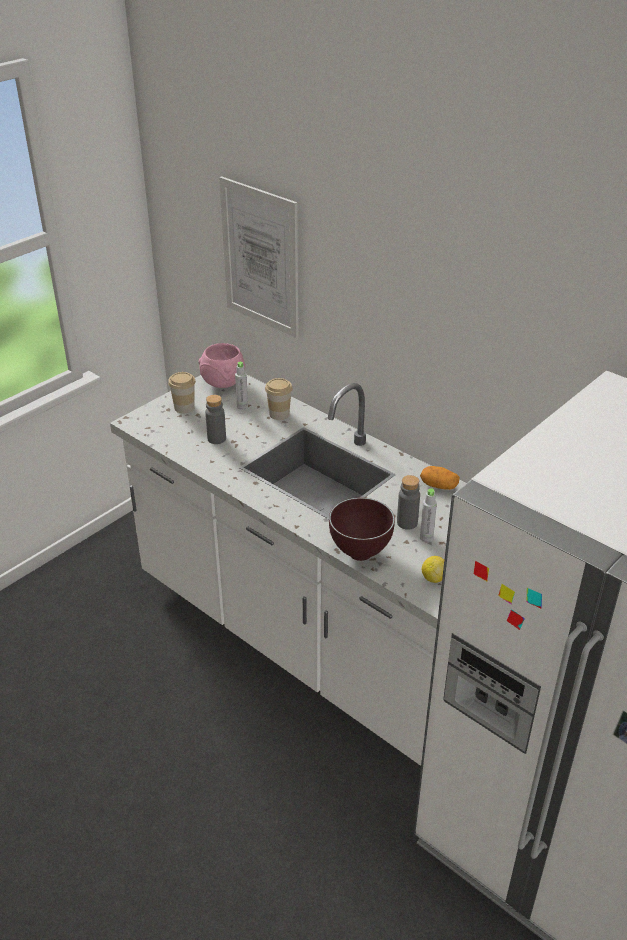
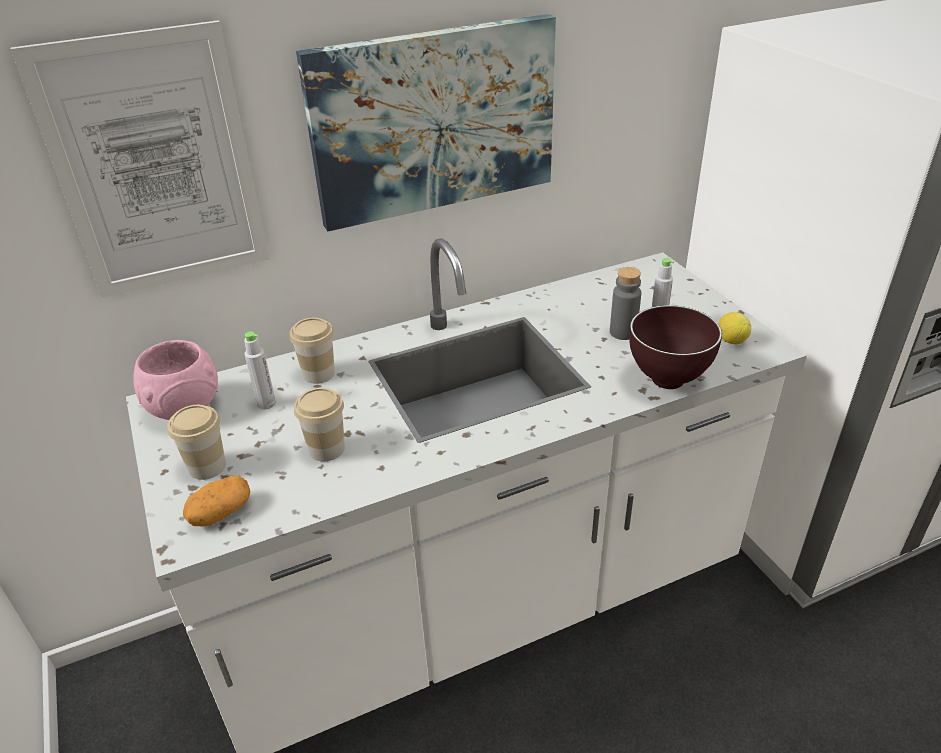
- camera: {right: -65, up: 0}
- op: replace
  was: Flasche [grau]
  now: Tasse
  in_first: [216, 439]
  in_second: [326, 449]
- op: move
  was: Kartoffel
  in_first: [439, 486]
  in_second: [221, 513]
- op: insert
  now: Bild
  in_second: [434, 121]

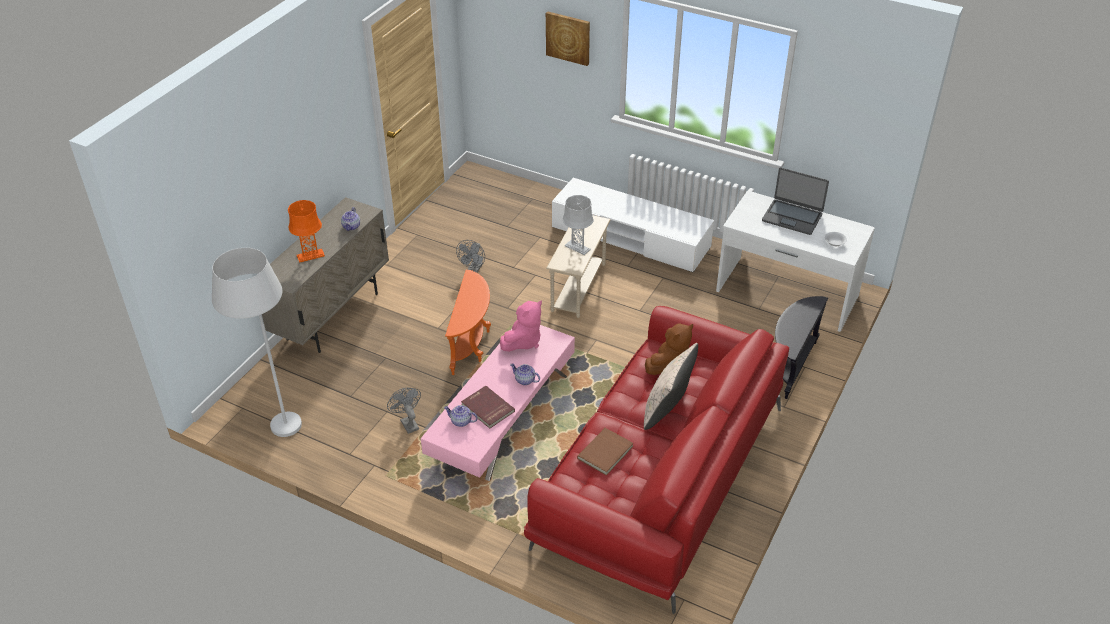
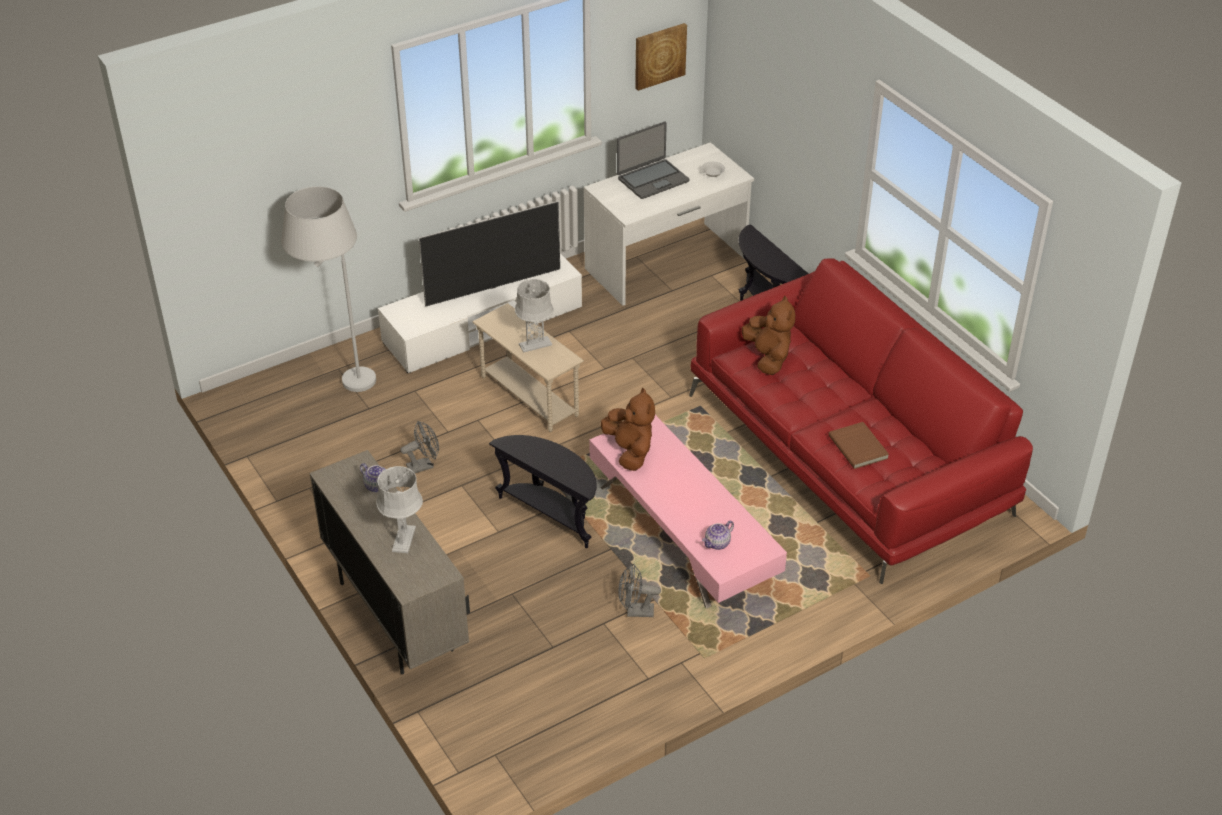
- camera: {right: -60, up: 0}
- op: move
  was: Stehlampe [weiß]
  in_first: [276, 416]
  in_second: [340, 383]
- op: recolor
  was: Tischlampe [orange]
  now: Tischlampe [grau]
  in_first: [311, 256]
  in_second: [403, 539]
- op: recolor
  was: Beistelltisch [orange]
  now: Beistelltisch [schwarz]
  in_first: [472, 345]
  in_second: [551, 514]
- op: rotate
  was: Ventilator [grau]
  in_first: [473, 270]
  in_second: [424, 465]
  clockwise: -75
- op: delete
  was: Buch [rot]
  in_first: [487, 409]
- op: recolor
  was: Plüschtier [rosa]
  now: Plüschtier [braun]
  in_first: [523, 341]
  in_second: [630, 451]
- op: delete
  was: Teekanne
  in_first: [524, 380]
- op: move
  was: Bild
  in_first: [568, 37]
  in_second: [659, 55]
- op: delete
  was: Kissen [beige]
  in_first: [667, 409]
- op: insert
  now: Fernseher
  in_second: [493, 287]

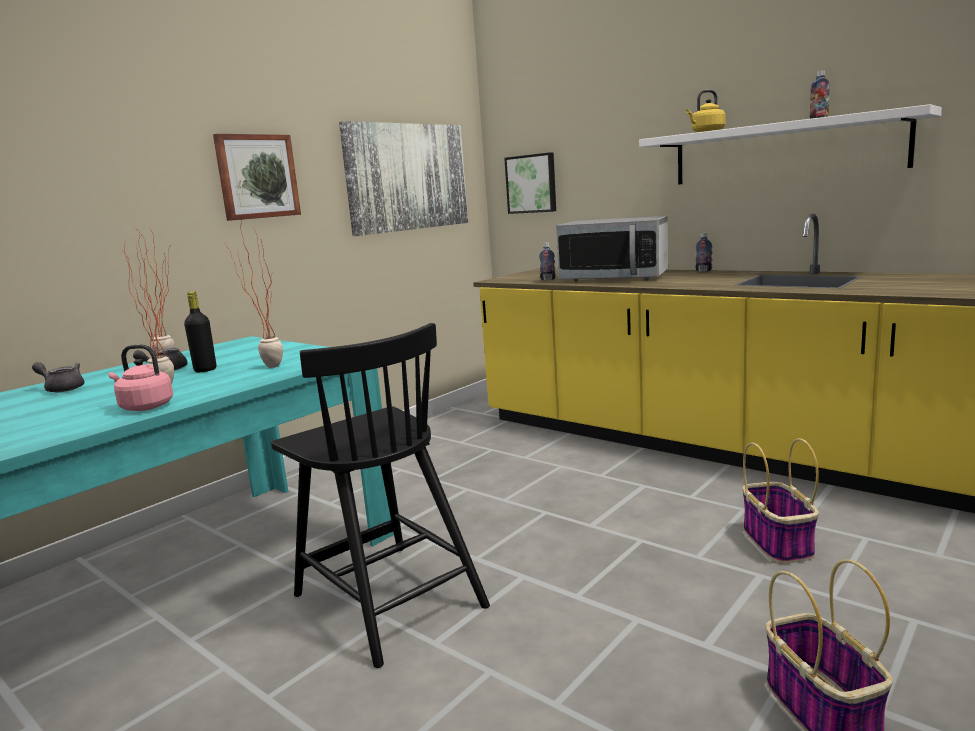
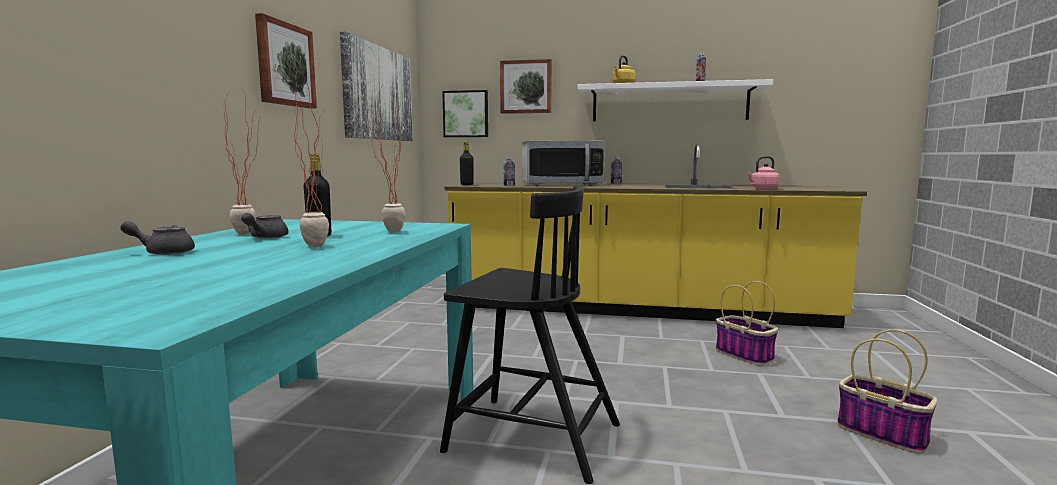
- camera: {right: -30, up: -5}
- op: move
  was: Wasserkessel [rosa]
  in_first: [144, 407]
  in_second: [762, 188]
- op: insert
  now: Flasche [schwarz]
  in_second: [466, 184]
- op: insert
  now: Bild
  in_second: [526, 87]

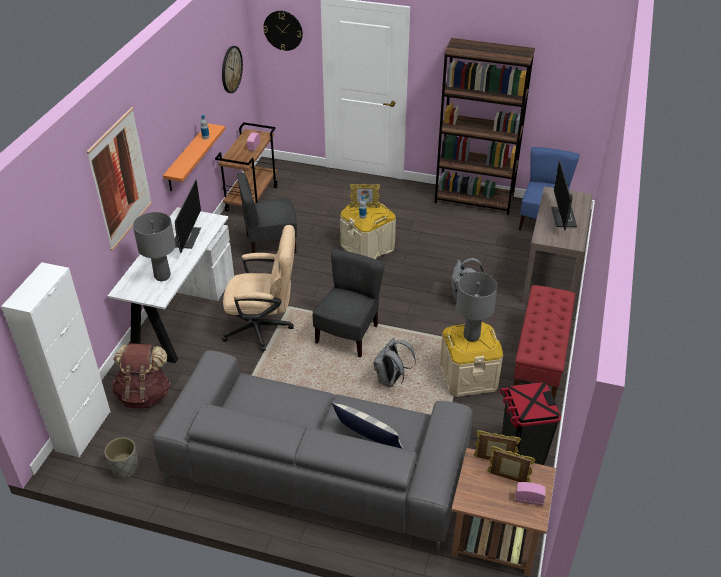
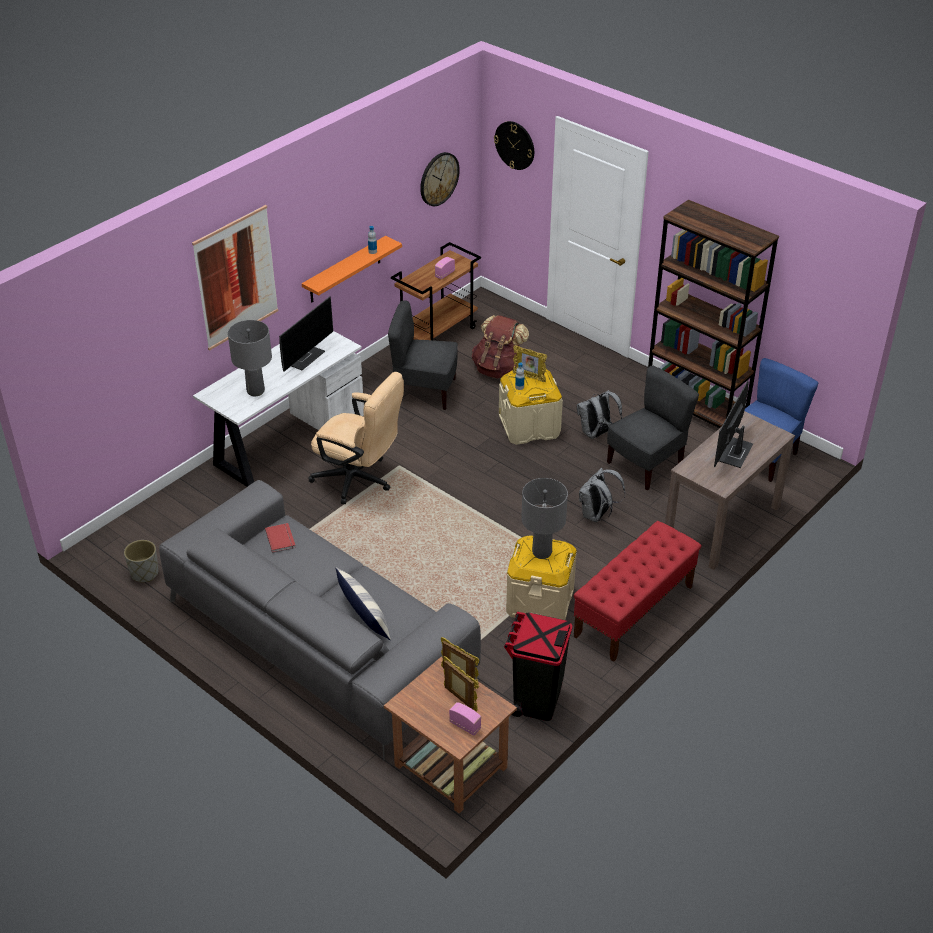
- camera: {right: 25, up: 0}
- op: delete
  was: Schrank [weiß]
  in_first: [83, 431]
- op: move
  was: Rucksack [braun]
  in_first: [144, 395]
  in_second: [499, 369]
- op: move
  was: Stuhl [grau]
  in_first: [348, 335]
  in_second: [646, 465]
- op: move
  was: Rucksack [grau]
  in_first: [391, 380]
  in_second: [596, 434]
- op: insert
  now: Buch [rot]
  in_second: [281, 538]

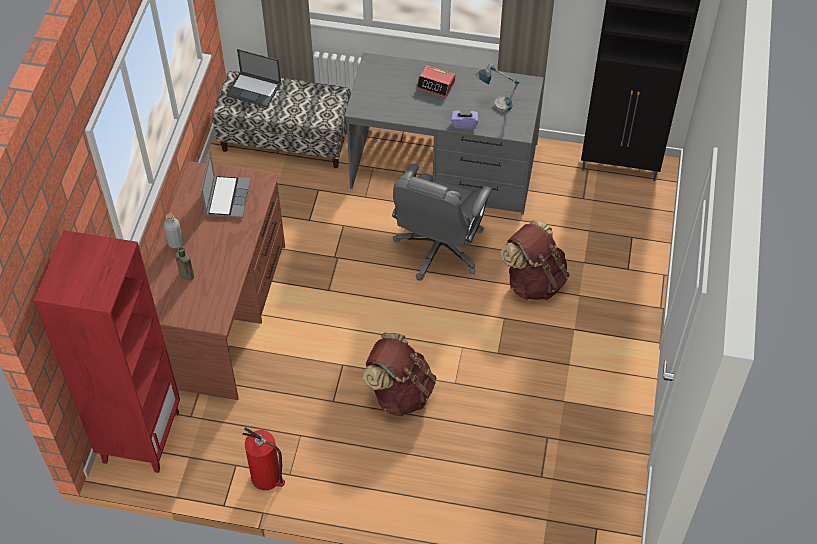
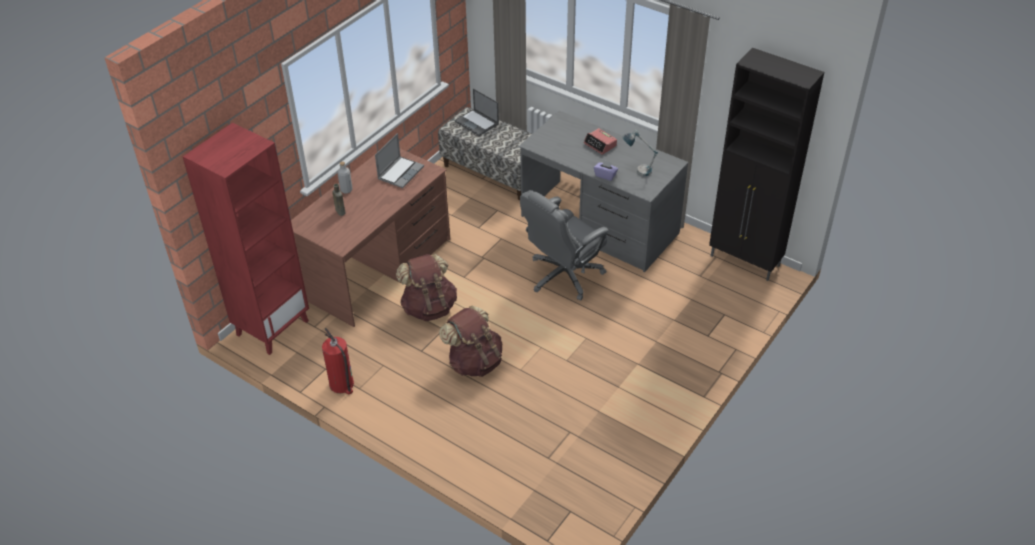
- camera: {right: 25, up: -10}
- op: move
  was: Rucksack [braun]
  in_first: [534, 281]
  in_second: [429, 307]

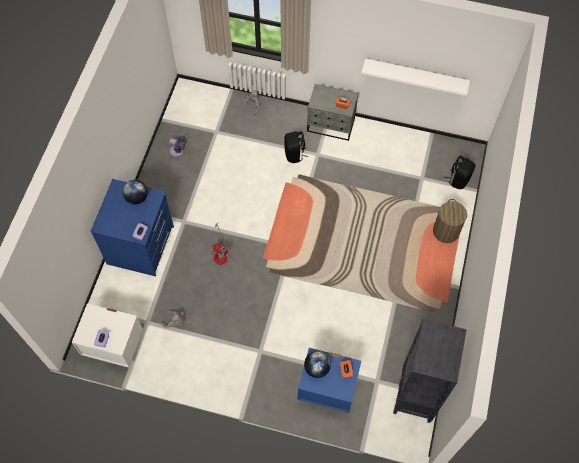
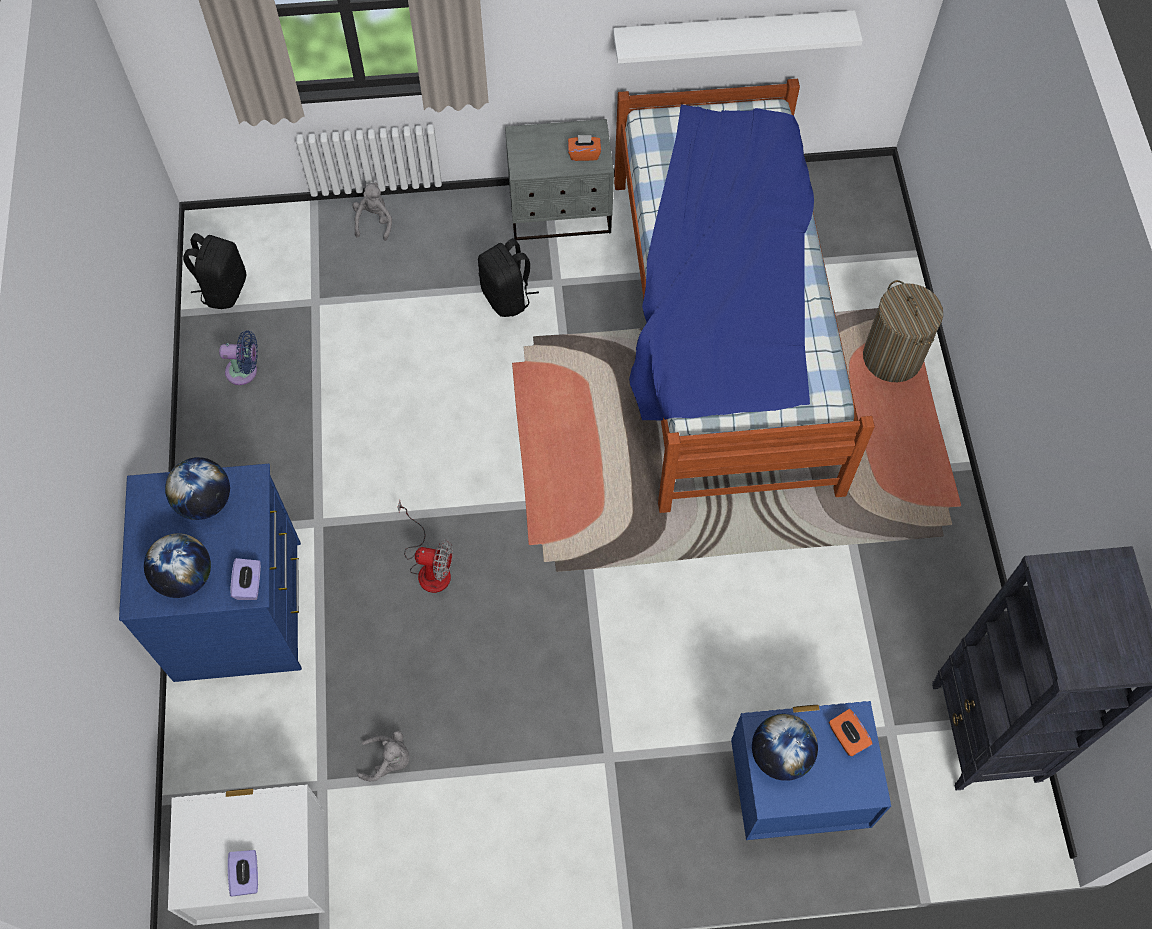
- camera: {right: -20, up: 0}
- op: move
  was: Rucksack [schwarz]
  in_first: [458, 179]
  in_second: [223, 289]
- op: insert
  now: Globus
  in_second: [185, 577]
- op: insert
  now: Bett
  in_second: [720, 330]

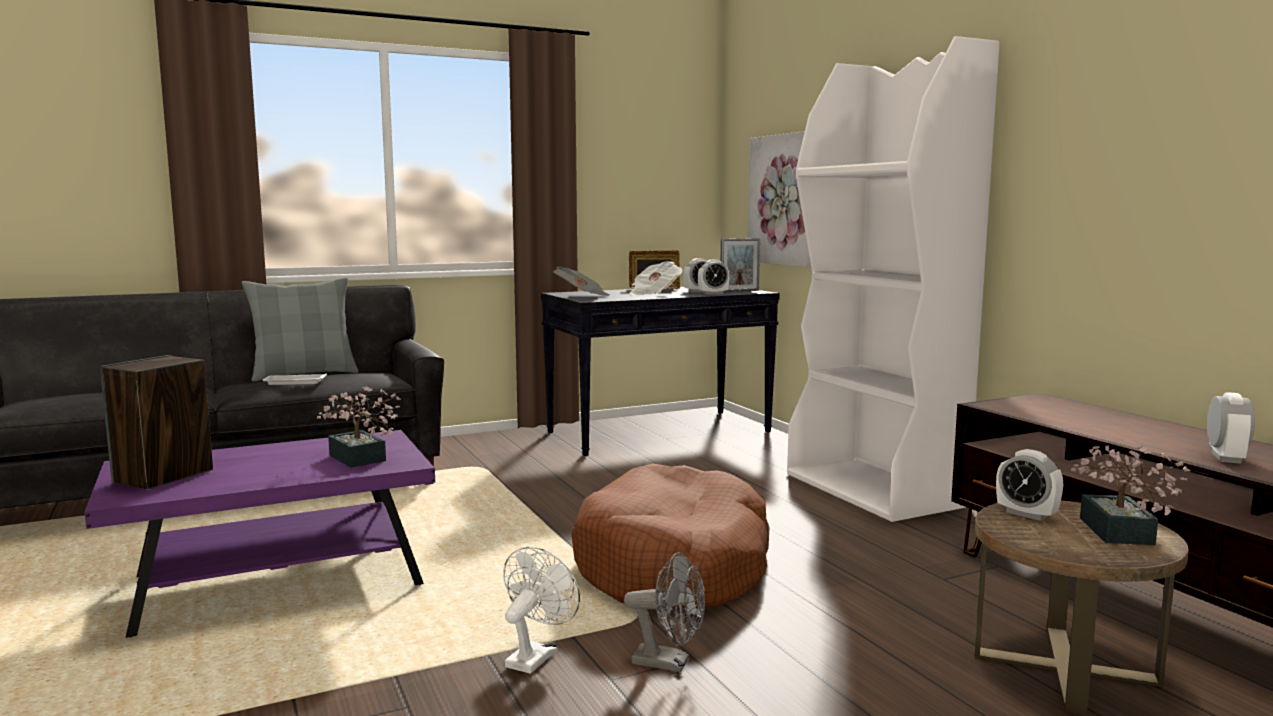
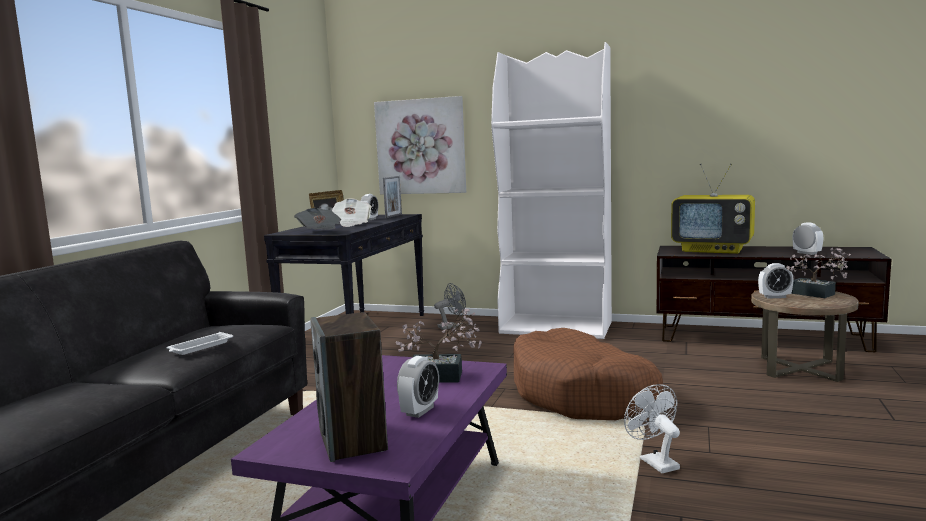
- camera: {right: -45, up: 0}
- op: delete
  was: Kissen [grau]
  in_first: [304, 374]
- op: move
  was: Ventilator [grau]
  in_first: [669, 663]
  in_second: [452, 326]
- op: move
  was: Wecker
  in_first: [713, 293]
  in_second: [420, 411]
- op: insert
  now: Fernseher
  in_second: [713, 250]

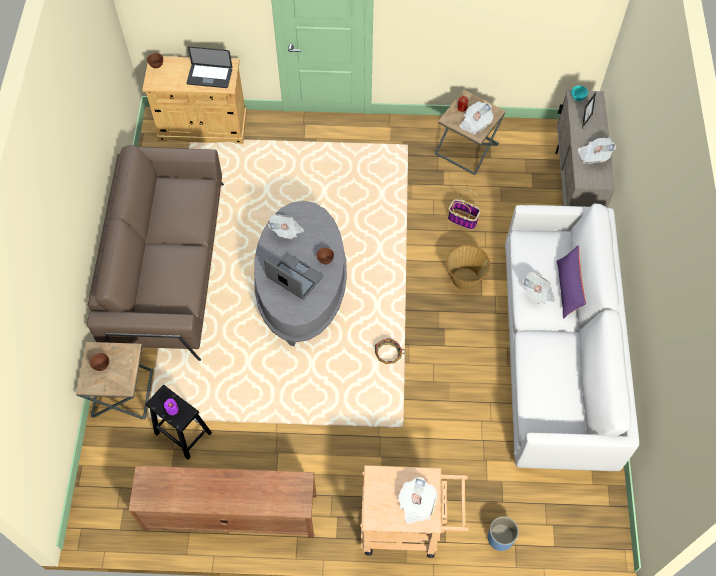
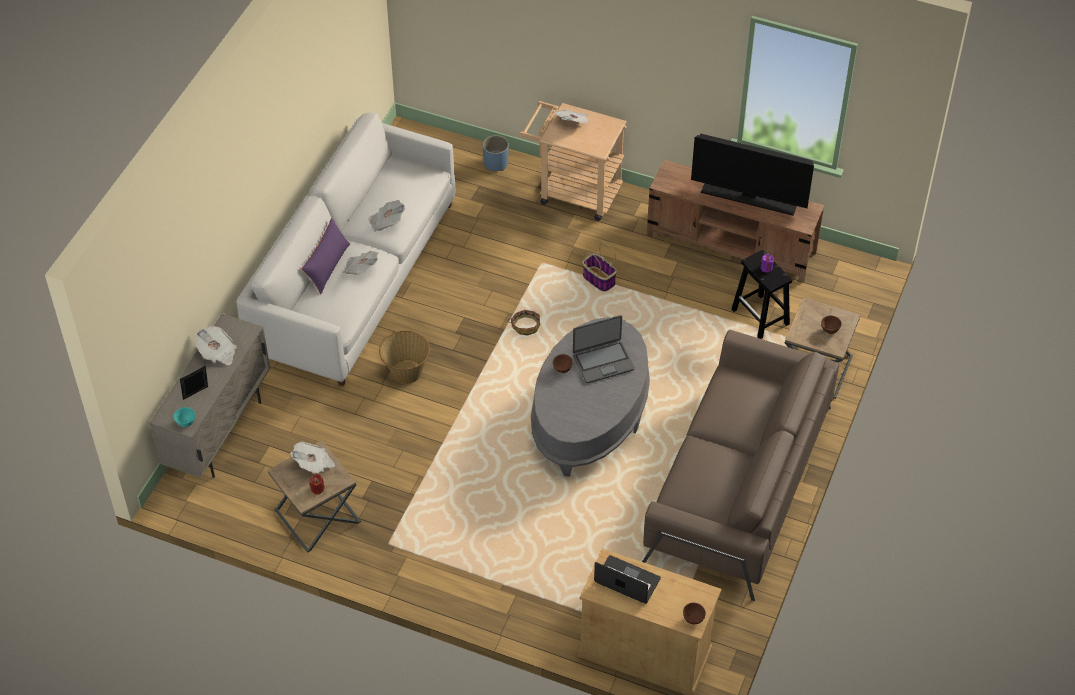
- camera: {right: -160, up: -10}
- op: rotate
  was: Laptop
  in_first: [294, 278]
  in_second: [603, 362]
  clockwise: -75
- op: move
  was: Zeitung
  in_first: [286, 231]
  in_second: [386, 222]
- op: move
  was: Korb
  in_first: [463, 219]
  in_second: [598, 279]
- op: insert
  now: Fernseher
  in_second: [749, 198]

